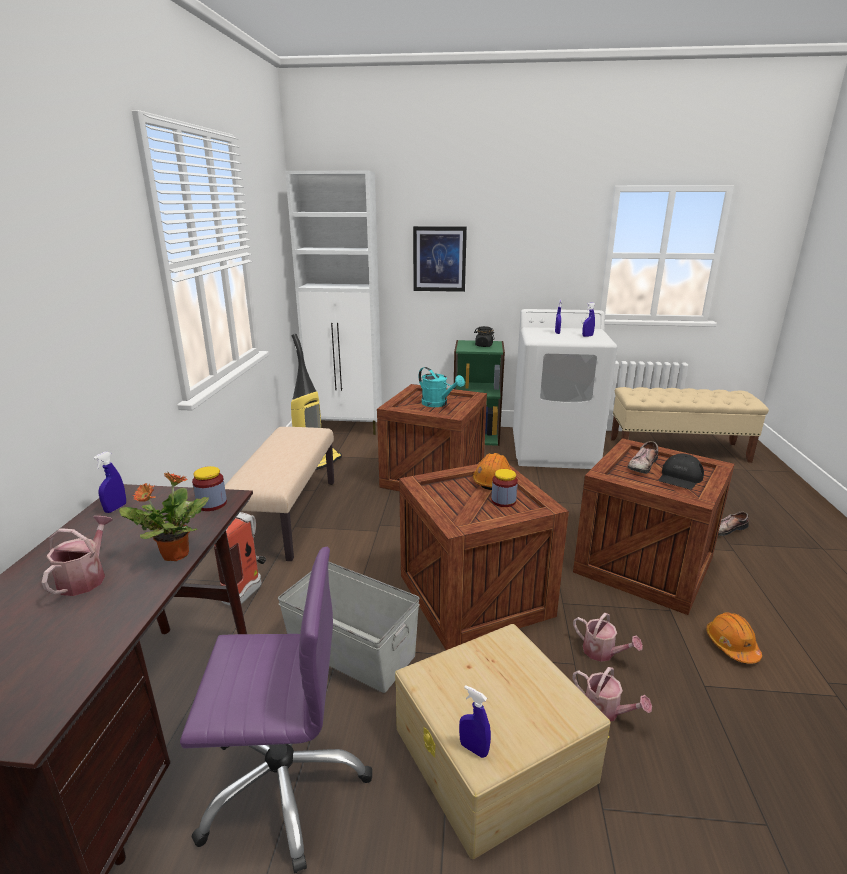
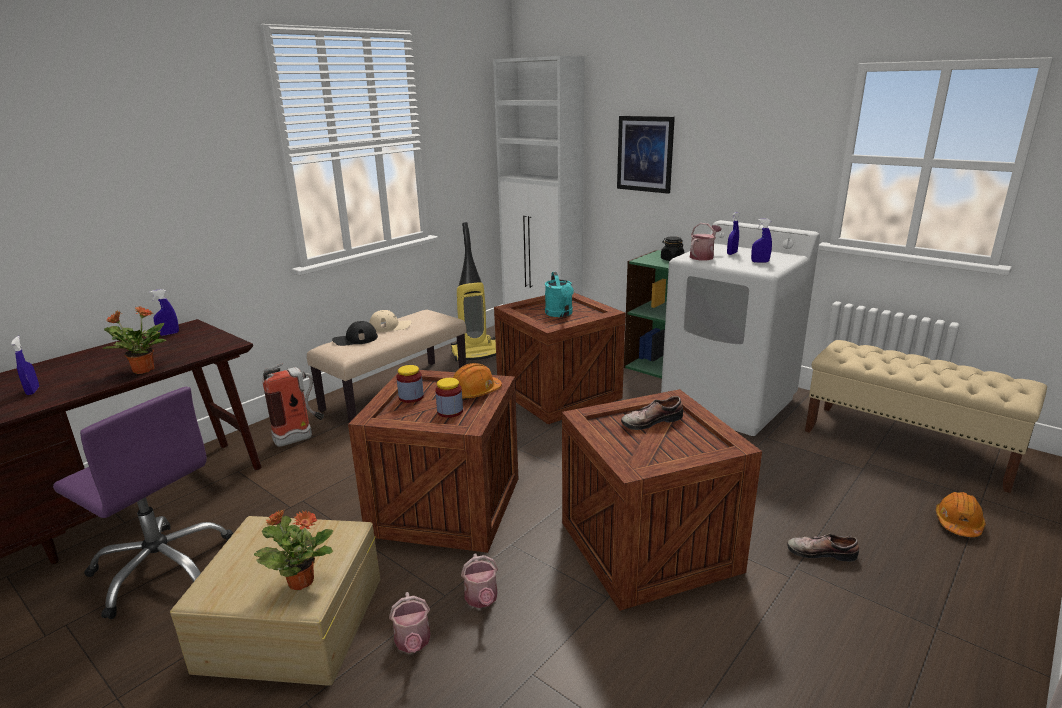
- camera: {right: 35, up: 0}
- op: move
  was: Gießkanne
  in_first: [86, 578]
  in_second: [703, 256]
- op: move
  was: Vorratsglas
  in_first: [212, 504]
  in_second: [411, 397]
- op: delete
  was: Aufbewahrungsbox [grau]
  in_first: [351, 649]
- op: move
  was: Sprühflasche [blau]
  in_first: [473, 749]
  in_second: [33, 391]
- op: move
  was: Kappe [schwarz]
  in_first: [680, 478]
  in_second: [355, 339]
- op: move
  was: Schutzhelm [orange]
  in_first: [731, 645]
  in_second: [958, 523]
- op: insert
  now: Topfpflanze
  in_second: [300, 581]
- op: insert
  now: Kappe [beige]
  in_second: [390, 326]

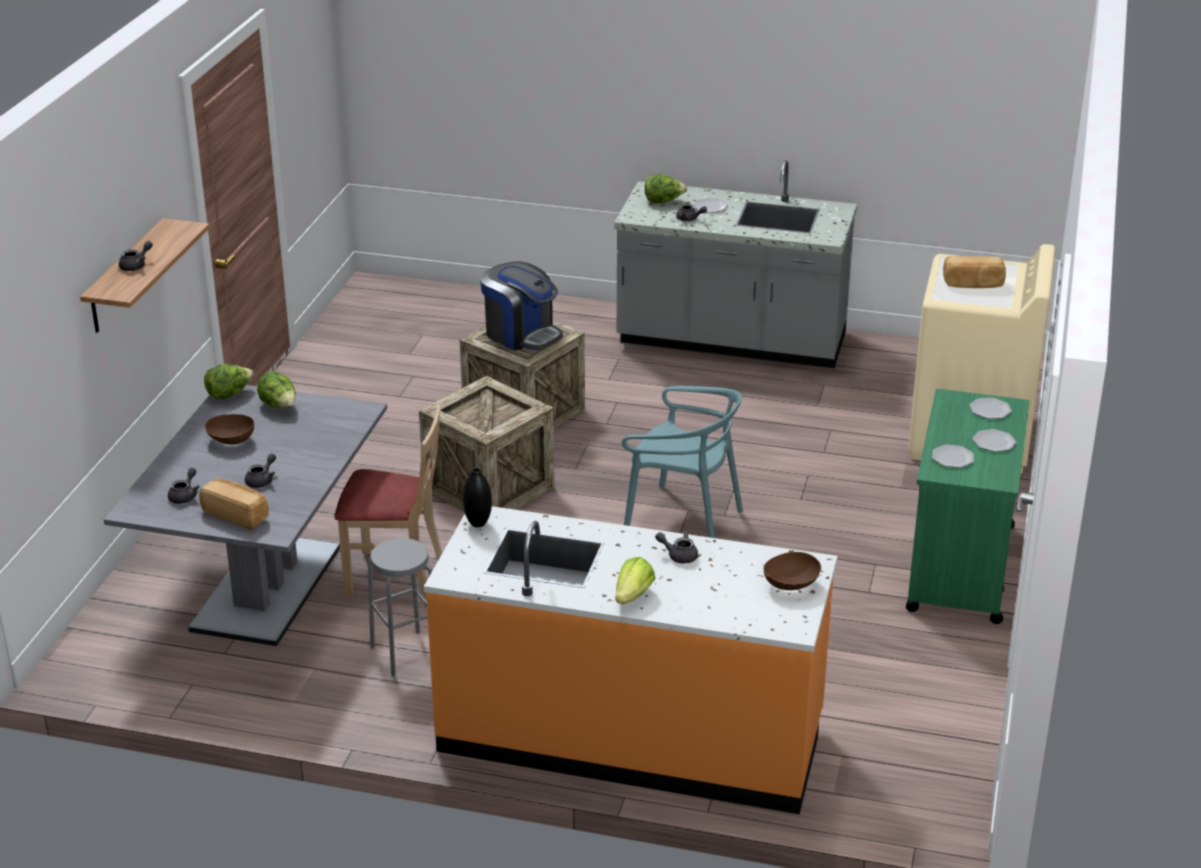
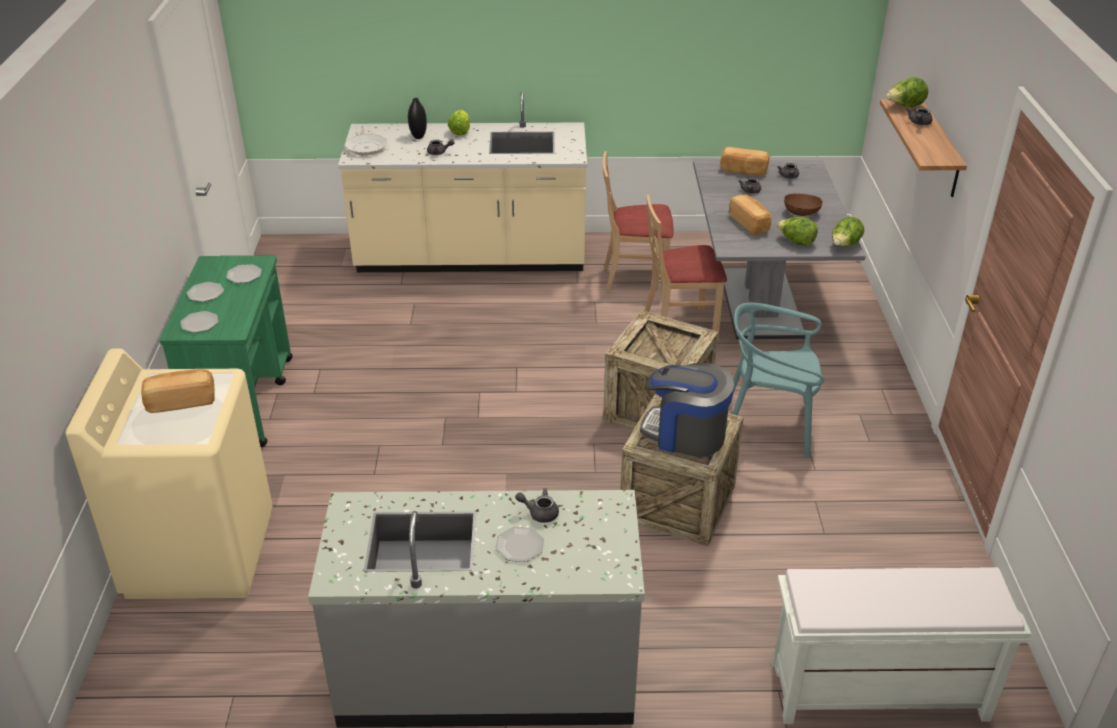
- camera: {right: 165, up: 5}
- op: replace
  was: Hocker [grau]
  now: Stuhl [beige]
  in_first: [406, 653]
  in_second: [634, 279]
- op: recolor
  was: Küchenzeile [orange]
  now: Küchenzeile [beige]
  in_first: [631, 736]
  in_second: [471, 257]
- op: move
  was: Vase [schwarz]
  in_first: [478, 523]
  in_second: [418, 137]
- op: move
  was: Stuhl [türkis]
  in_first: [683, 519]
  in_second: [768, 425]
- op: move
  was: Salatkopf
  in_first: [663, 201]
  in_second: [904, 106]
- op: replace
  was: Schüssel [braun]
  now: Pfanne
  in_first: [791, 585]
  in_second: [366, 147]
- op: insert
  now: Brot
  in_second: [749, 223]
- op: insert
  now: Bank [weiß]
  in_second: [876, 692]

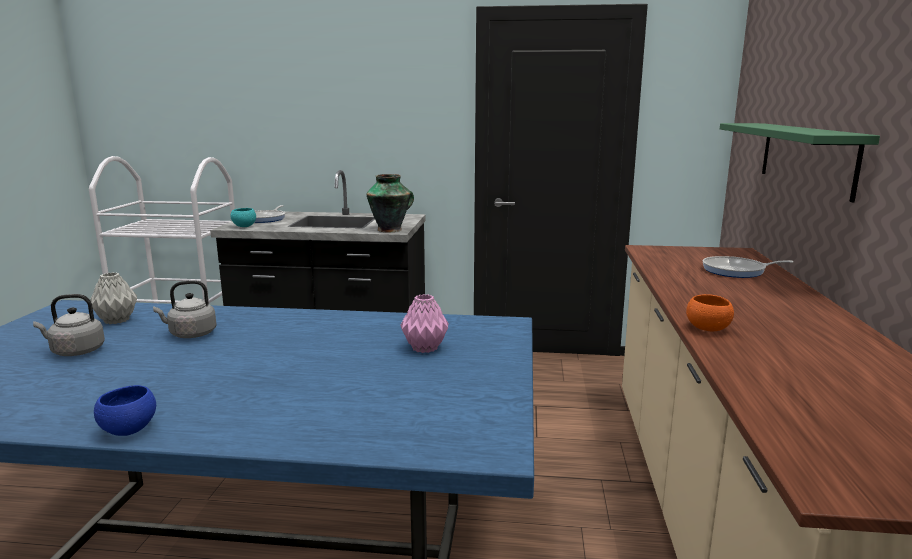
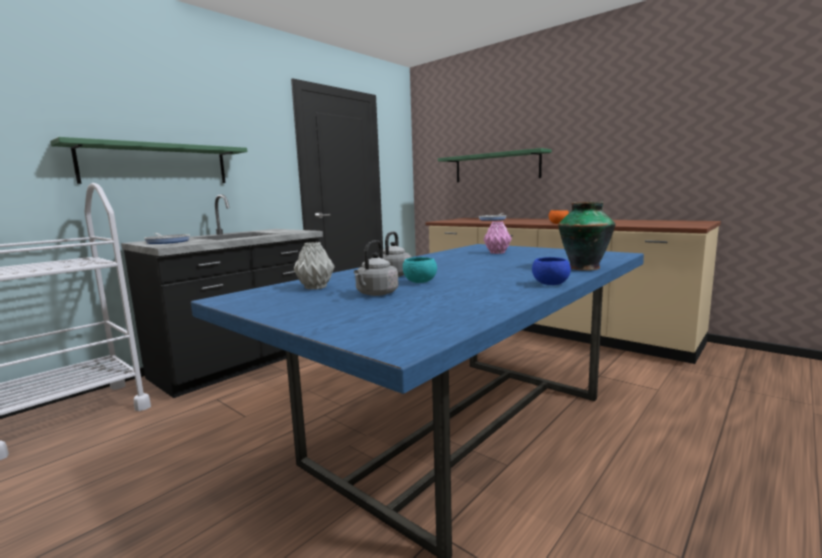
- camera: {right: -55, up: -5}
- op: move
  was: Schüssel [türkis]
  in_first: [244, 226]
  in_second: [420, 282]
- op: move
  was: Vase
  in_first: [391, 230]
  in_second: [583, 268]
- op: insert
  now: Wandregal [grün]
  in_second: [156, 164]

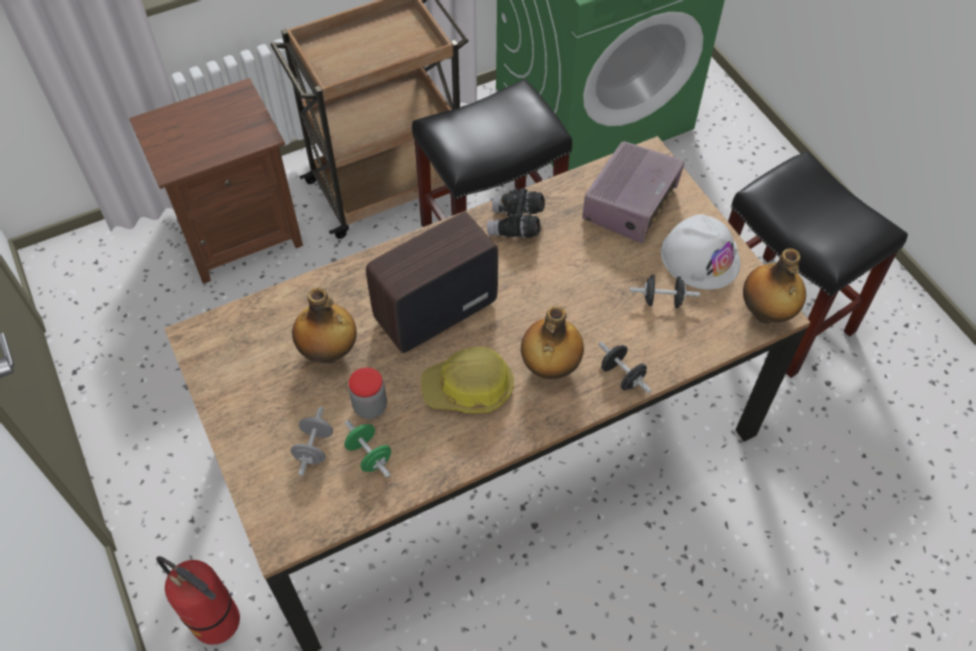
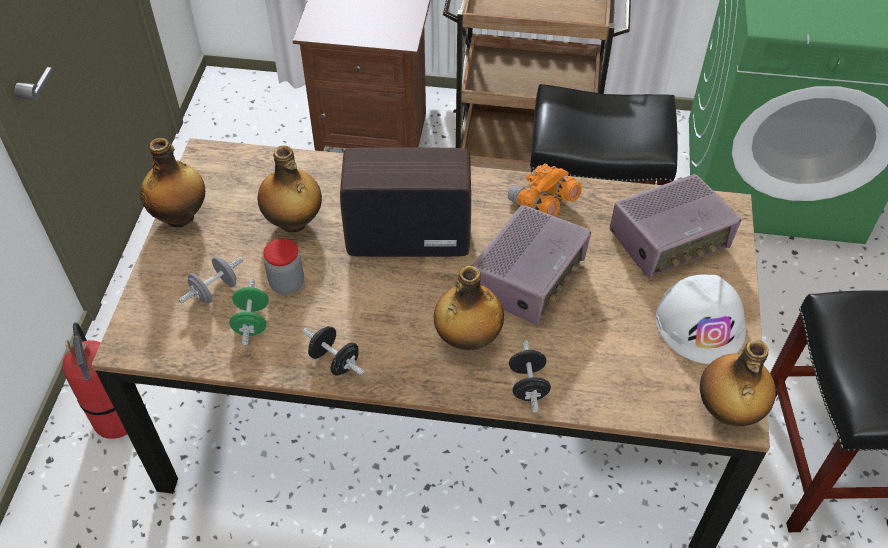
- camera: {right: 35, up: -5}
- op: delete
  was: Schutzhelm
  in_first: [469, 388]
- op: recolor
  was: Fernglas [schwarz]
  now: Fernglas [orange]
  in_first: [516, 225]
  in_second: [543, 203]
- op: move
  was: Hantel [schwarz]
  in_first: [662, 300]
  in_second: [335, 361]
- op: insert
  now: Flasche
  in_second: [181, 216]
- op: insert
  now: Radio
  in_second: [529, 278]

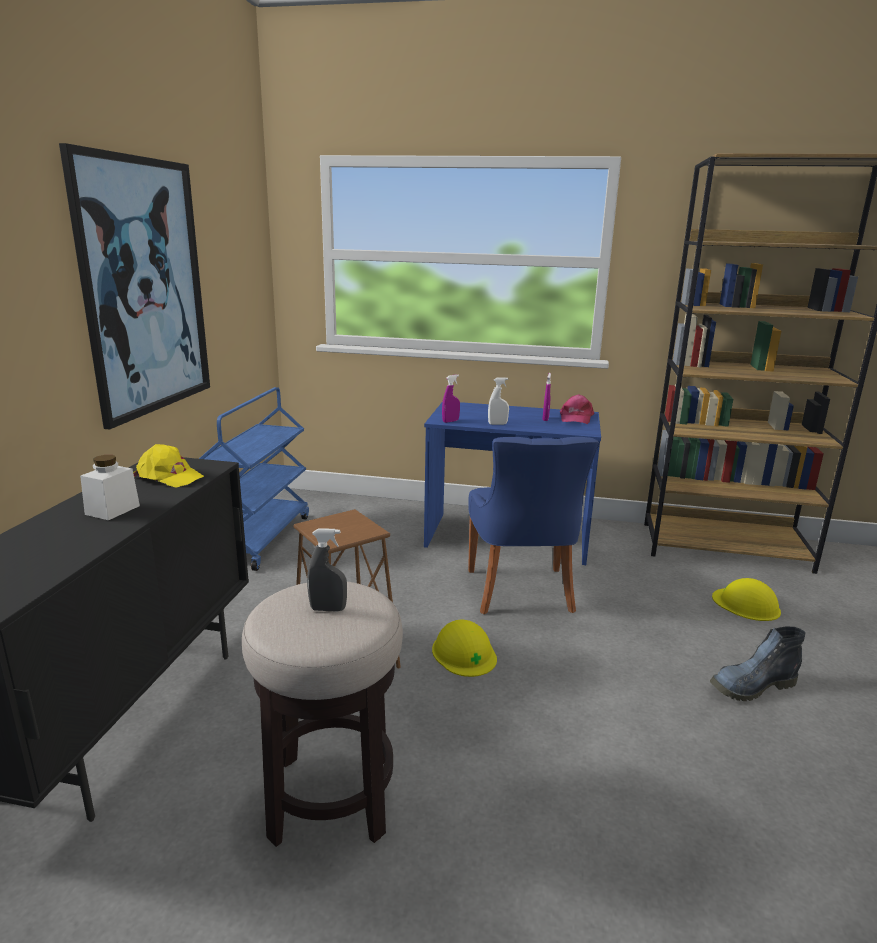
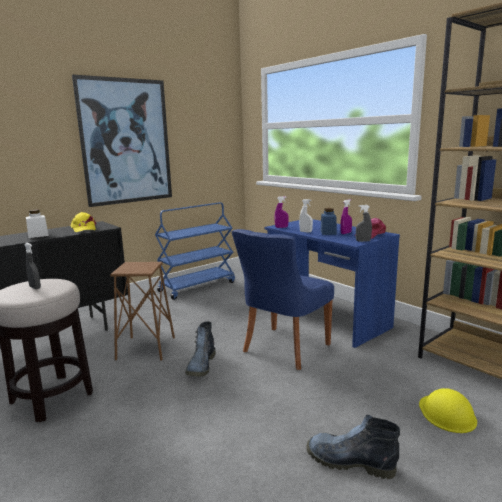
- camera: {right: 40, up: -5}
- op: replace
  was: Schutzhelm [gelb]
  now: Stiefel
  in_first: [464, 653]
  in_second: [201, 366]
- op: insert
  now: Vorratsglas [blau]
  in_second: [328, 232]
- op: insert
  now: Sprühflasche [grau]
  in_second: [363, 241]

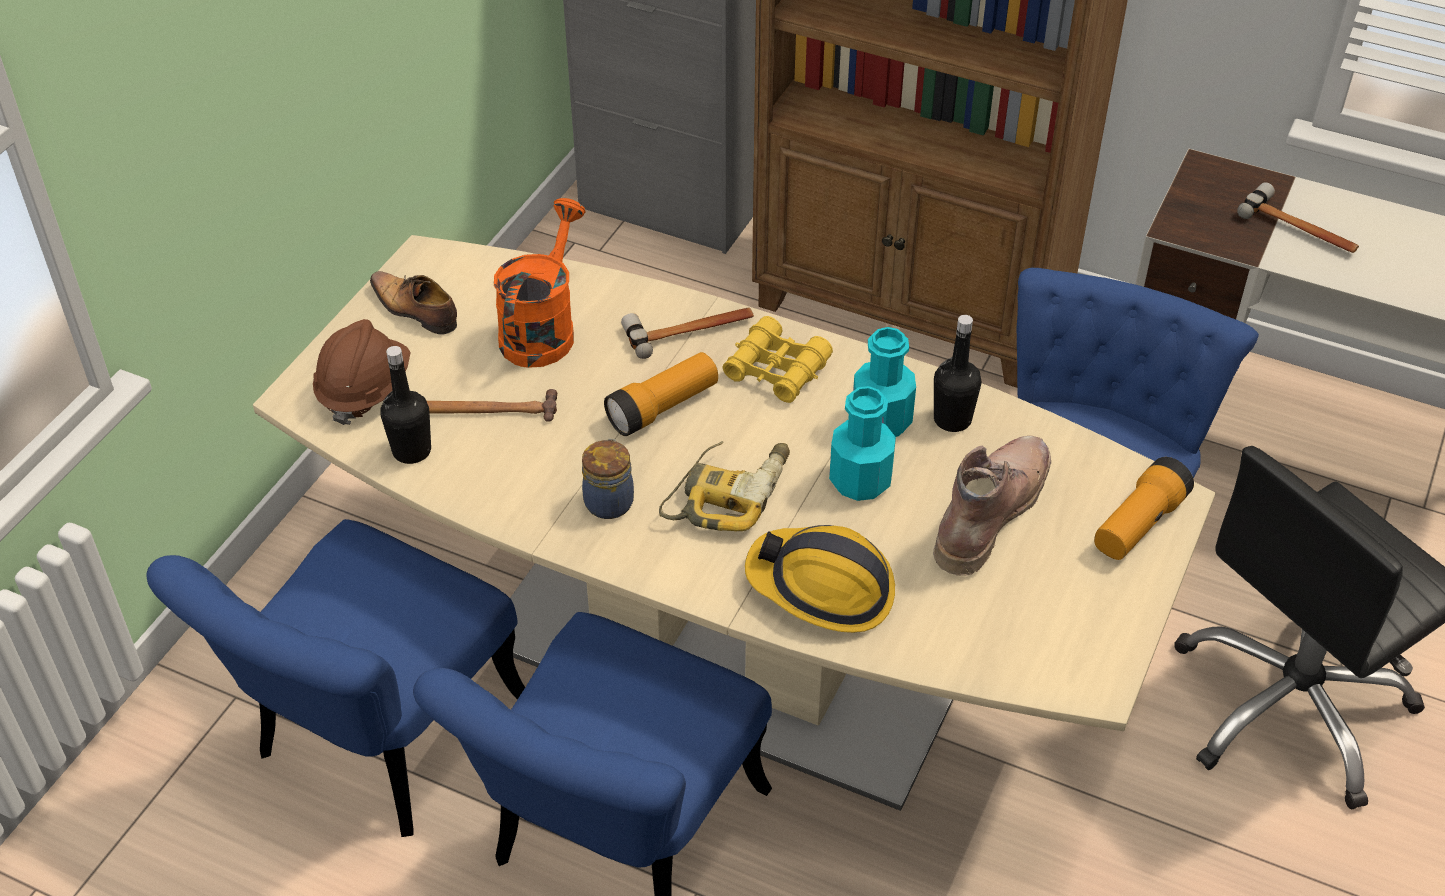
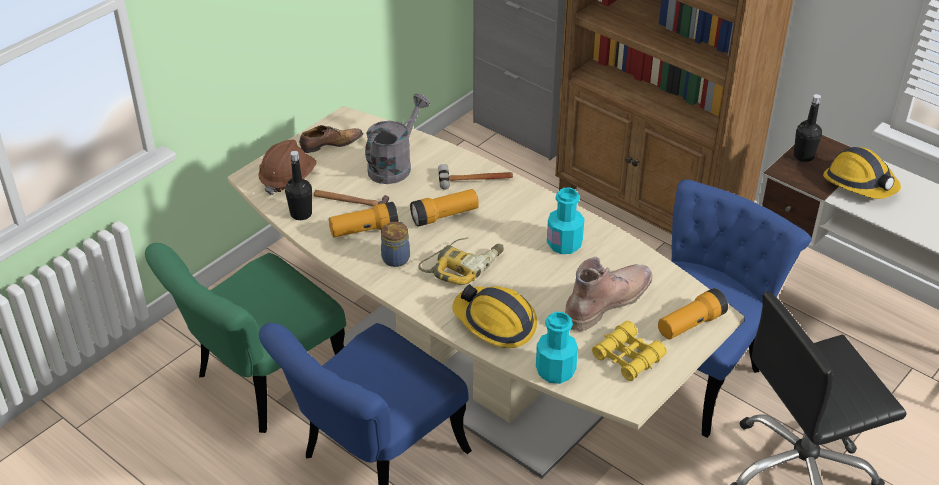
- camera: {right: 15, up: -5}
- op: recolor
  was: Stuhl [blau]
  now: Stuhl [grün]
  in_first: [375, 747]
  in_second: [261, 384]
- op: rotate
  was: Schuh
  in_first: [415, 310]
  in_second: [330, 144]
  clockwise: 105
- op: recolor
  was: Gießkanne [orange]
  now: Gießkanne [grau]
  in_first: [542, 329]
  in_second: [394, 165]
- op: move
  was: Fernglas [gelb]
  in_first: [776, 370]
  in_second: [627, 357]
- op: move
  was: Flasche [türkis]
  in_first: [860, 480]
  in_second: [555, 371]
- op: move
  was: Flasche [schwarz]
  in_first: [952, 419]
  in_second: [803, 156]
- op: replace
  was: Hammer
  now: Schutzhelm
  in_first: [1299, 229]
  in_second: [860, 184]
- op: insert
  now: Taschenlampe
  in_second: [364, 230]

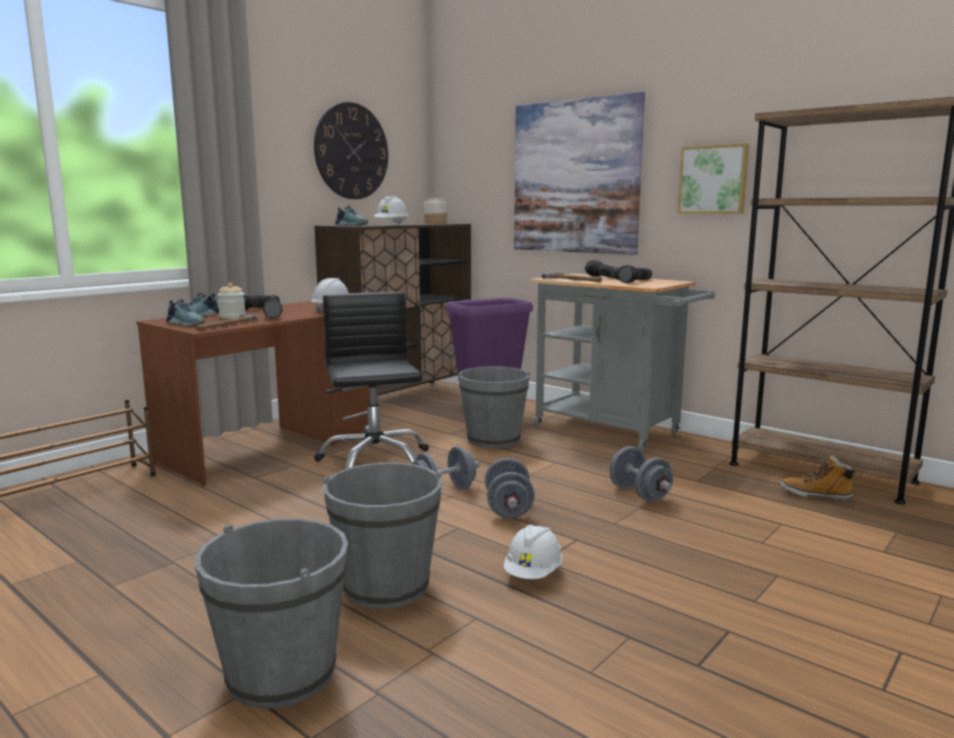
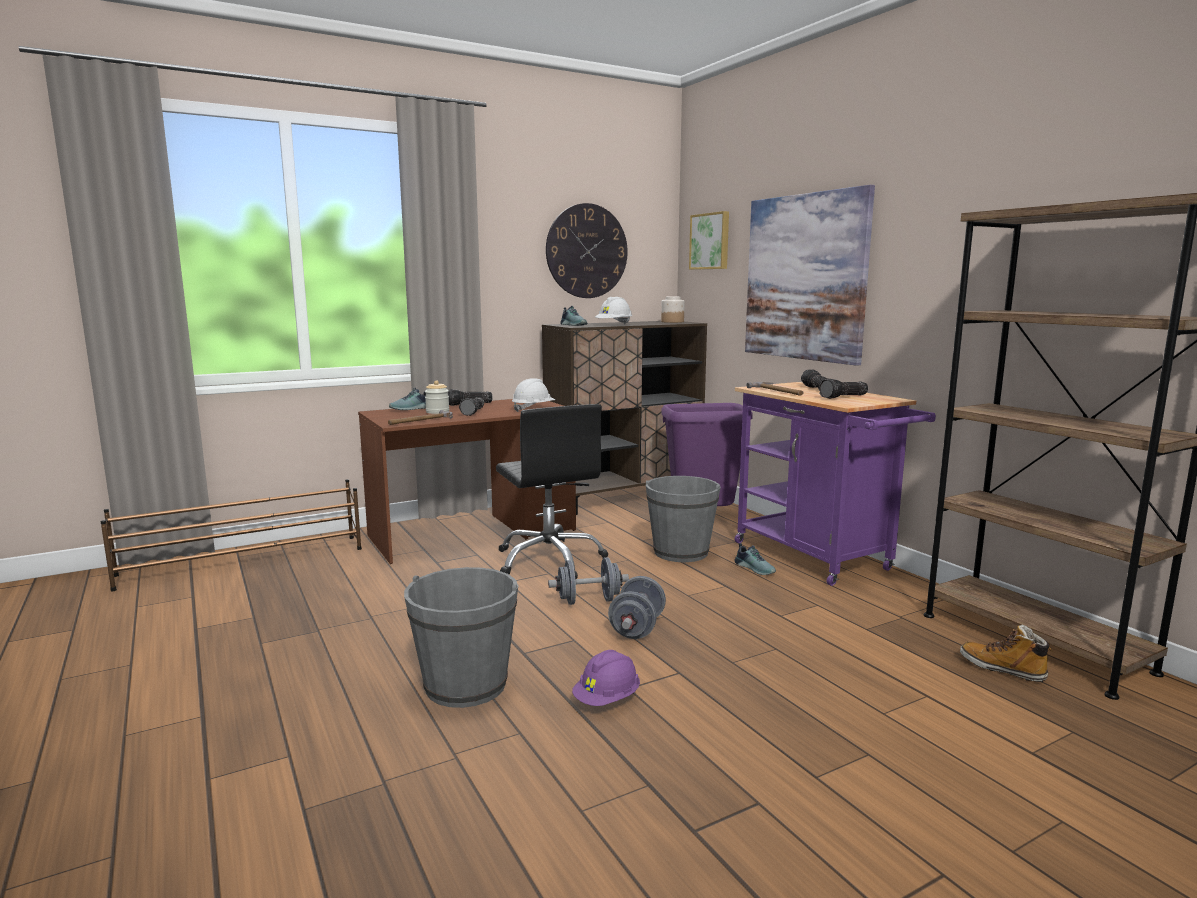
- camera: {right: 20, up: 0}
- op: move
  was: Schuh
  in_first: [187, 323]
  in_second: [755, 568]
- op: delete
  was: Eimer [grau]
  in_first: [281, 673]
- op: rotate
  was: Bürostuhl [schwarz]
  in_first: [374, 461]
  in_second: [550, 560]
  clockwise: 150
- op: recolor
  was: Schutzhelm [weiß]
  now: Schutzhelm [lila]
  in_first: [533, 573]
  in_second: [607, 700]
- op: recolor
  was: Rollwagen [grau]
  now: Rollwagen [lila]
  in_first: [614, 431]
  in_second: [818, 558]
- op: delete
  was: Hantel [grau]
  in_first: [639, 494]
- op: move
  was: Bild
  in_first: [713, 180]
  in_second: [710, 241]

